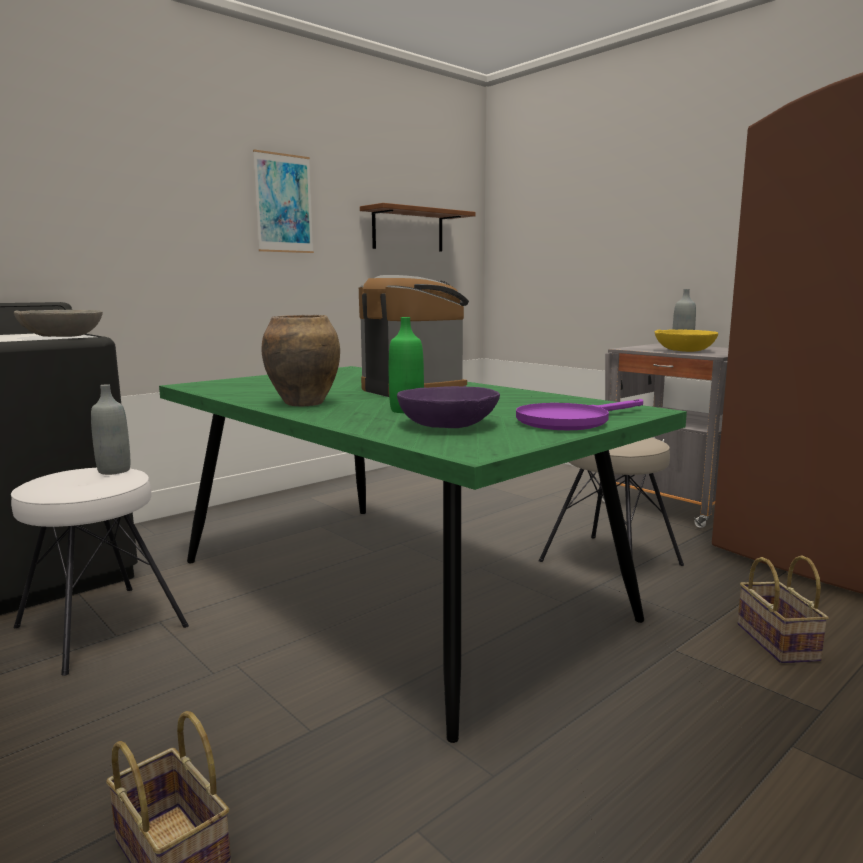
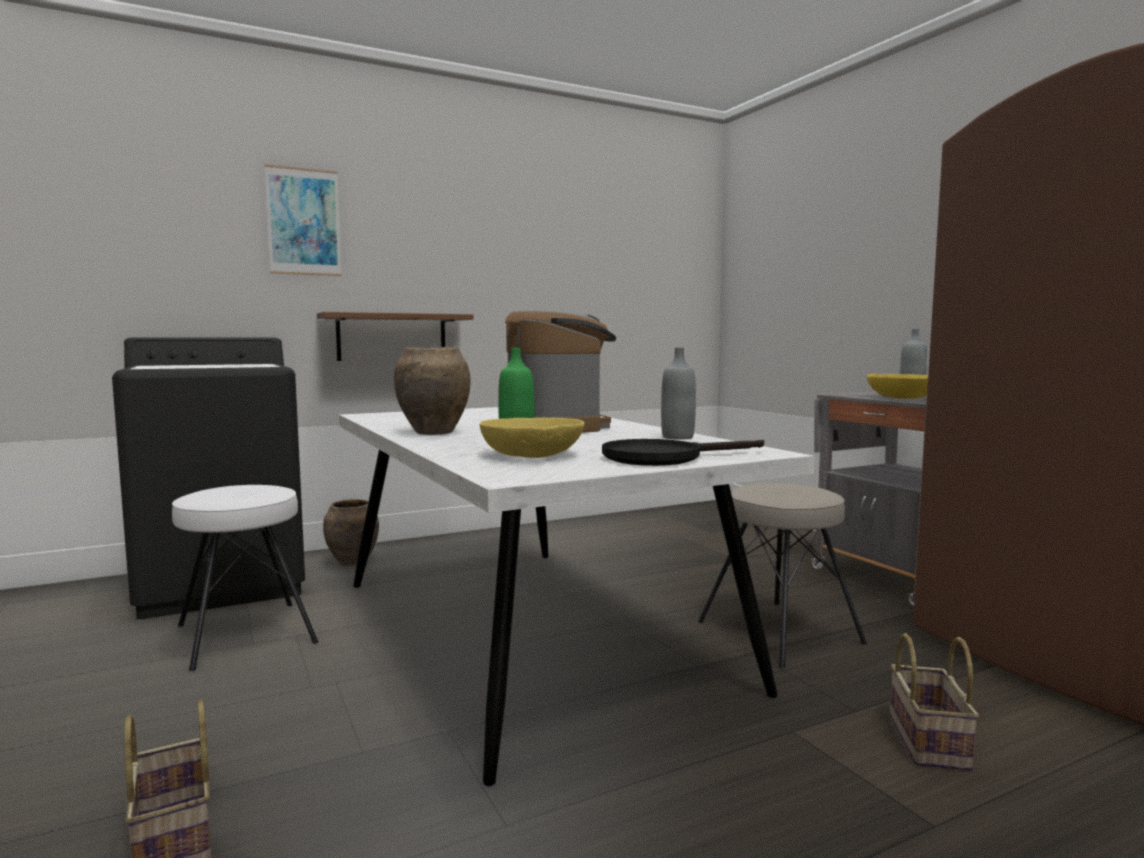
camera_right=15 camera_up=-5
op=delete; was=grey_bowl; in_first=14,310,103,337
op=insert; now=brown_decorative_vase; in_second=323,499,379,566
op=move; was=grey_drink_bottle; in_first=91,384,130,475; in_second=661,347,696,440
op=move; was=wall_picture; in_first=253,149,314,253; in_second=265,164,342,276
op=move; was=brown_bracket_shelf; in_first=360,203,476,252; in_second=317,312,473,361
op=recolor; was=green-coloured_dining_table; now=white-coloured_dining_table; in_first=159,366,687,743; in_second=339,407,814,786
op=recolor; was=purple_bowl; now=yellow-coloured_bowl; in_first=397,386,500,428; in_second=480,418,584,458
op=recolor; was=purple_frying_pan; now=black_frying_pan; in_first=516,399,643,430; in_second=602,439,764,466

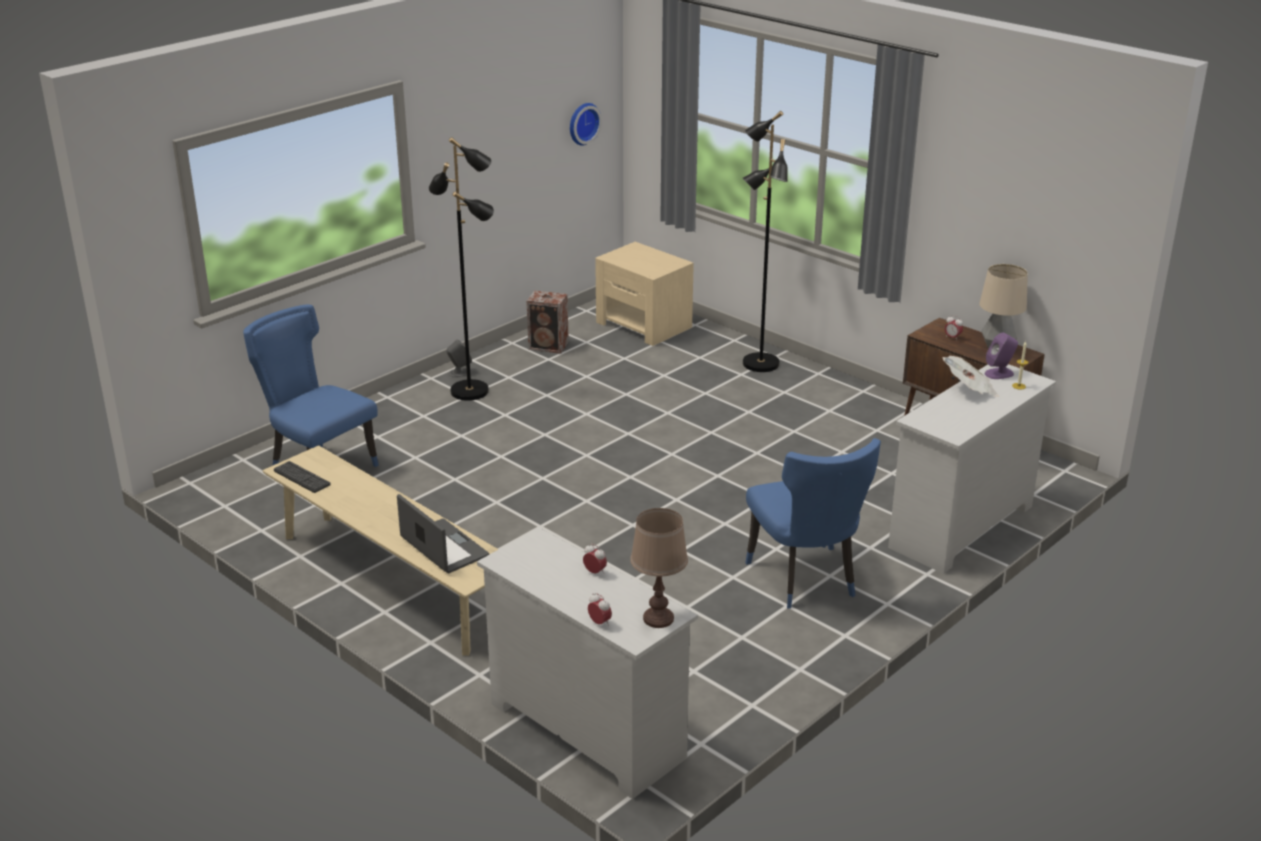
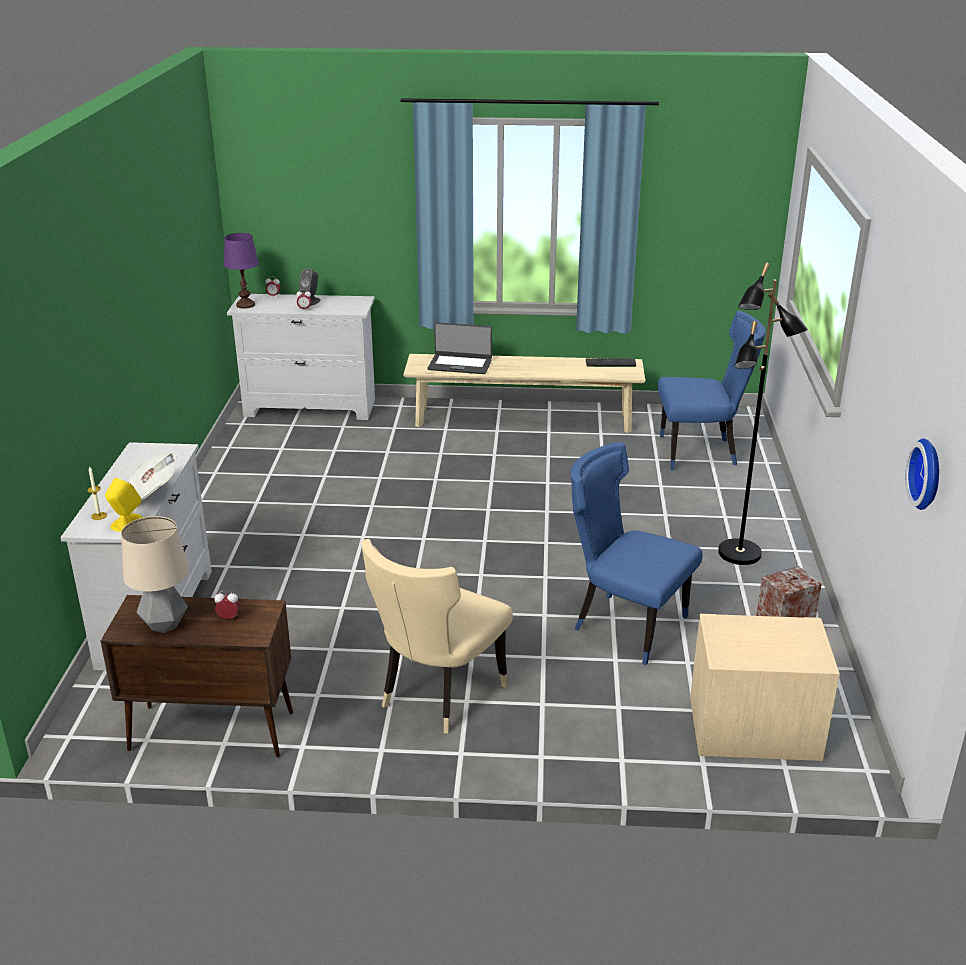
camera_right=140 camera_up=0
op=delete; was=black_floor_lamp; in_first=743,111,788,372
op=insert; now=sand-coloured_chair; in_second=361,539,513,734
op=move; was=grey_audio_speaker; in_first=446,339,473,378; in_second=299,268,321,306
op=move; was=blue_chair; in_first=745,438,881,609; in_second=571,442,703,665
op=recolor; was=brown_table_lamp; now=purple_table_lamp; in_first=630,508,688,628; in_second=224,233,259,309
op=recolor; was=purple_audio_speaker; now=yellow-coloured_audio_speaker; in_first=984,333,1018,379; in_second=105,478,143,532

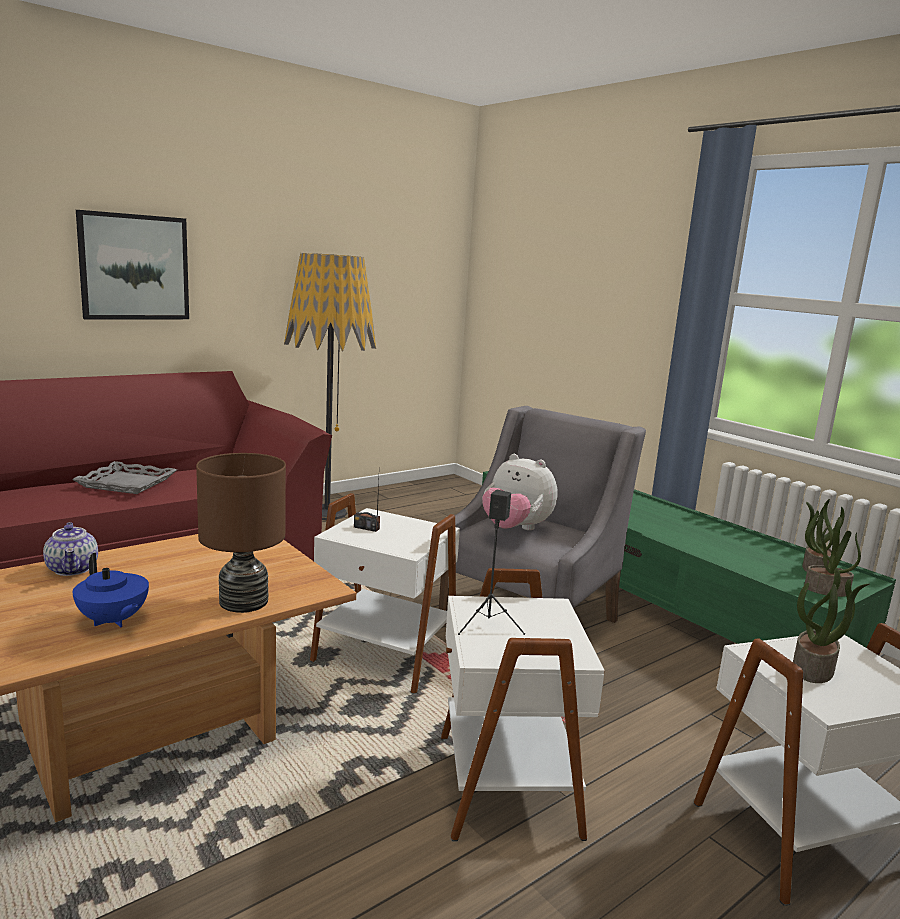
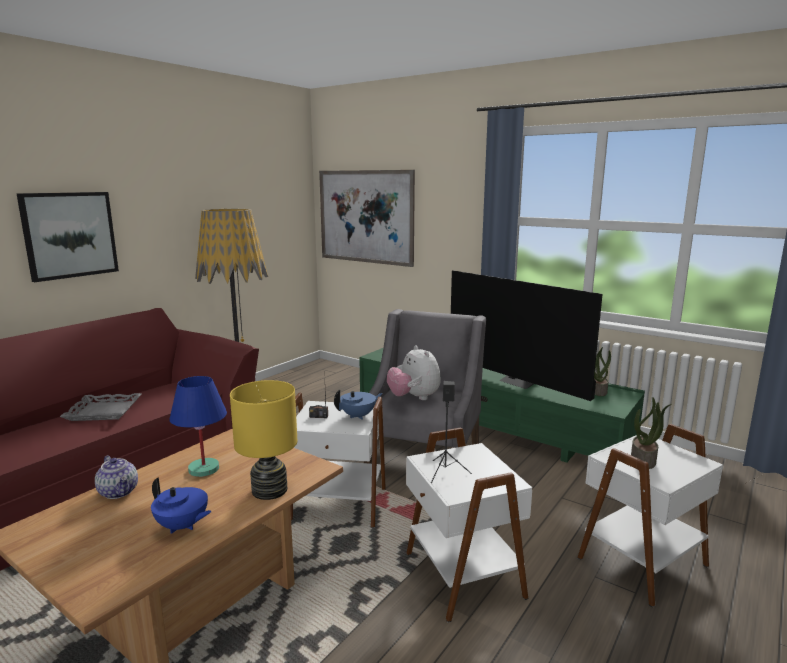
camera_right=-15 camera_up=0
op=delete; was=potted_plant; in_first=804,517,861,597
op=insert; now=blue_table_lamp; in_second=169,376,227,477
op=insert; now=wall_picture; in_second=319,170,415,267
op=insert; now=blue_tea_pot; in_second=334,390,383,420
op=insert; now=TV_set; in_second=451,270,602,401
op=recolor; was=brown_table_lamp; now=yellow-coloured_table_lamp; in_first=196,453,286,613; in_second=230,380,297,500
op=rotate; was=cuddly_toy; in_first=482,454,558,530; in_second=387,346,441,400; clockwise=45

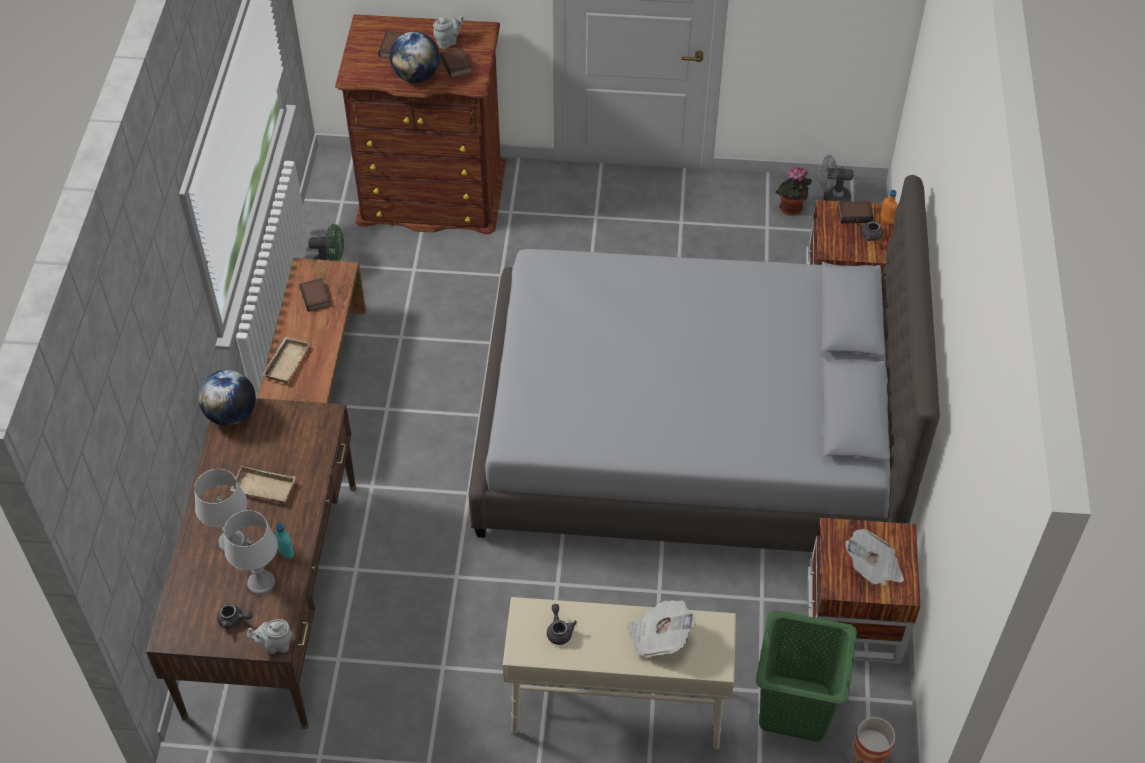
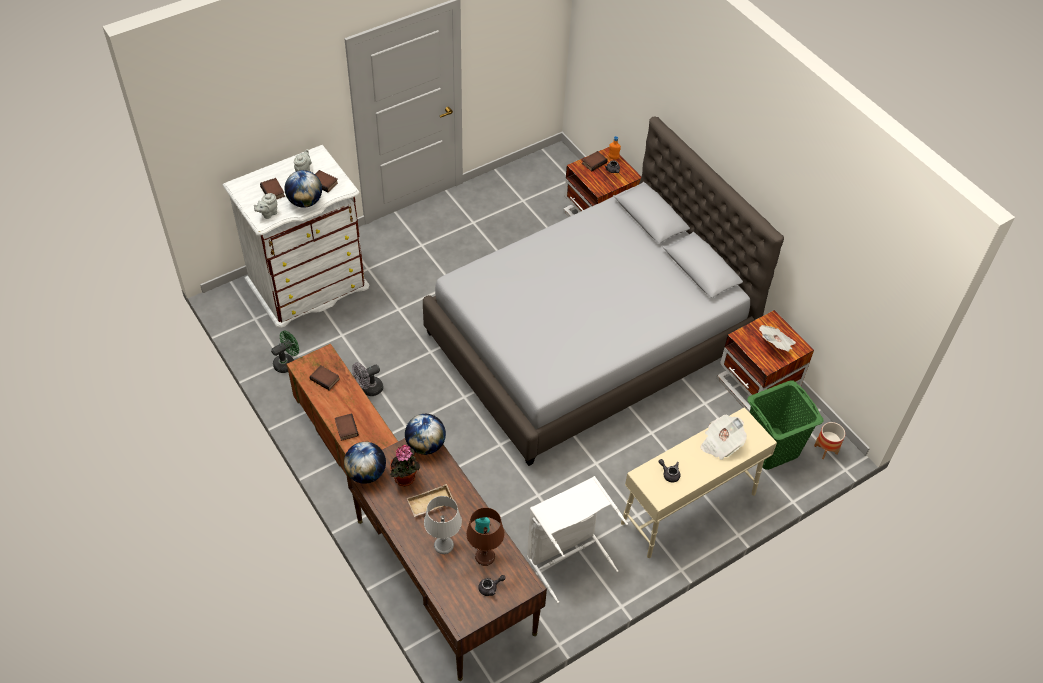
camera_right=-40 camera_up=0
op=insert; now=desk_globe; in_second=405,414,446,455
op=insert; now=white-coloured_washing_basket; in_second=527,476,628,603
op=move; was=grey_tea_pot; in_first=247,619,293,654; in_second=254,193,277,219
op=move; was=potted_plant; in_first=775,166,812,216; in_second=390,445,420,486
op=move; was=grey_fan; in_first=819,155,854,202; in_second=352,362,383,396
op=replace; was=sand-coloured_tray; now=bound_book; in_first=262,337,310,383; in_second=335,413,359,441
op=recolor; was=grey_table_lamp; now=brown_table_lamp; in_first=224,510,278,595; in_second=466,508,505,566
op=recolor; was=brown_drawer_chest; now=white-coloured_drawer_chest; in_first=335,14,506,234; in_second=222,145,370,328

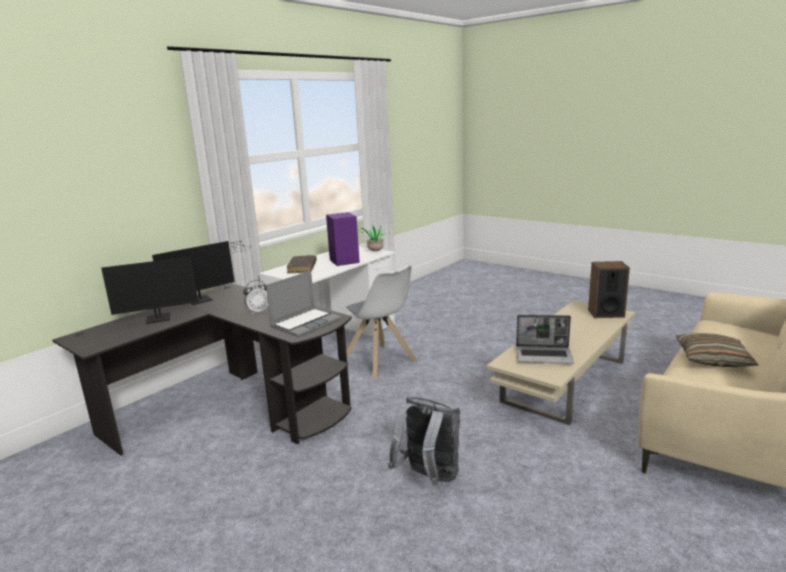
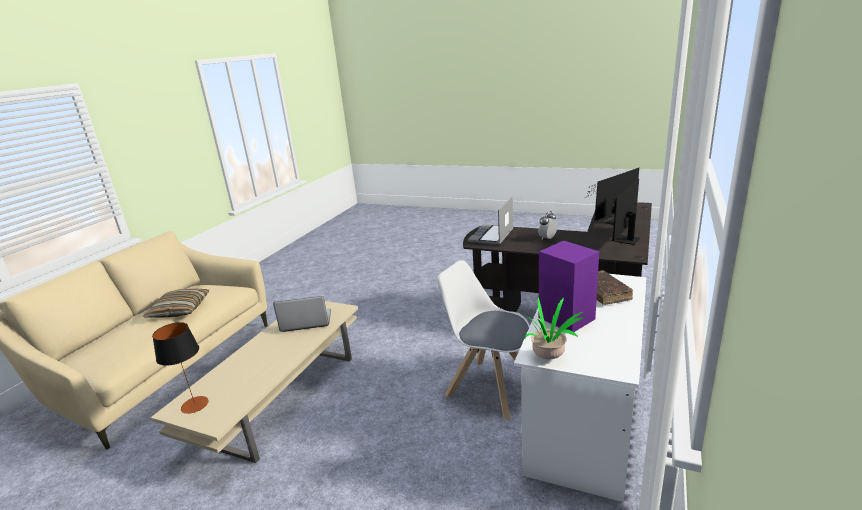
camera_right=165 camera_up=5
op=delete; was=grey_backpack; in_first=388,396,460,486
op=replace; was=audio_speaker; now=table_lamp; in_first=588,261,630,318; in_second=152,322,209,414

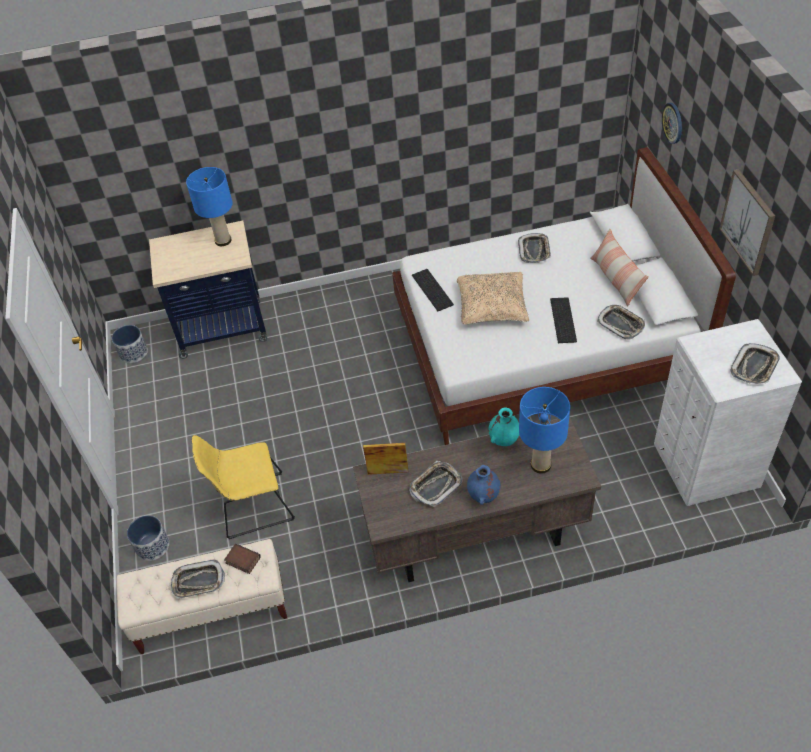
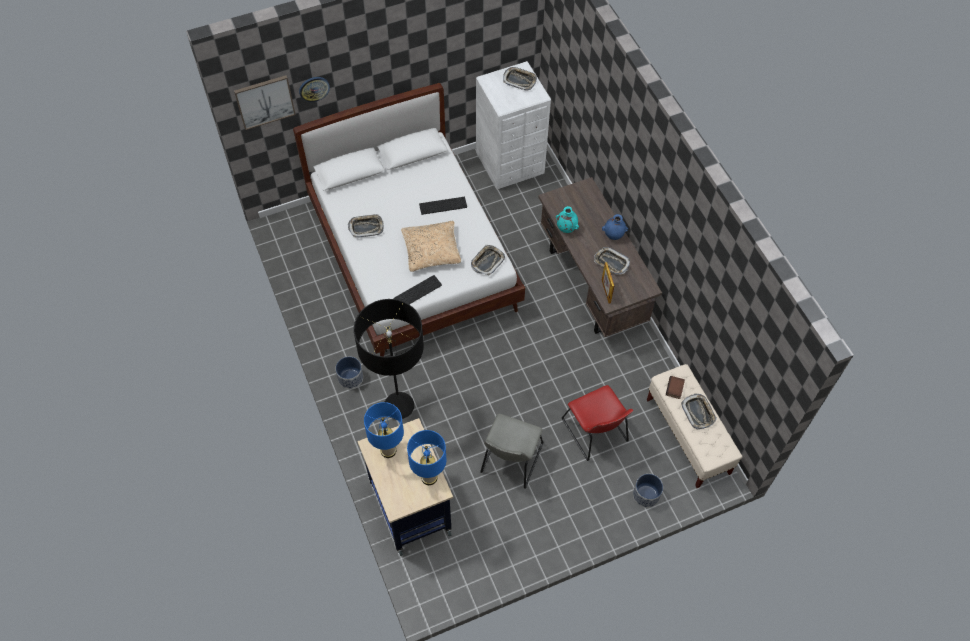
camera_right=-105 camera_up=10
op=delete; was=throw_pillow; in_first=590,229,649,307
op=insert; now=black_floor_lamp; in_second=354,299,424,419
op=insert; now=grey_chair; in_second=480,414,543,489
op=move; was=planter; in_first=112,325,148,363; in_second=336,356,363,389
op=move; was=blue_table_lamp; in_first=519,387,570,474; in_second=407,430,446,485
op=move; was=tray; in_first=597,305,645,339; in_second=471,245,505,276
op=move; was=wall_picture; in_first=719,169,775,276; in_second=234,75,296,130
op=recolor; was=yellow-coloured_chair; now=reddish_chair; in_first=192,435,295,539; in_second=562,385,633,461

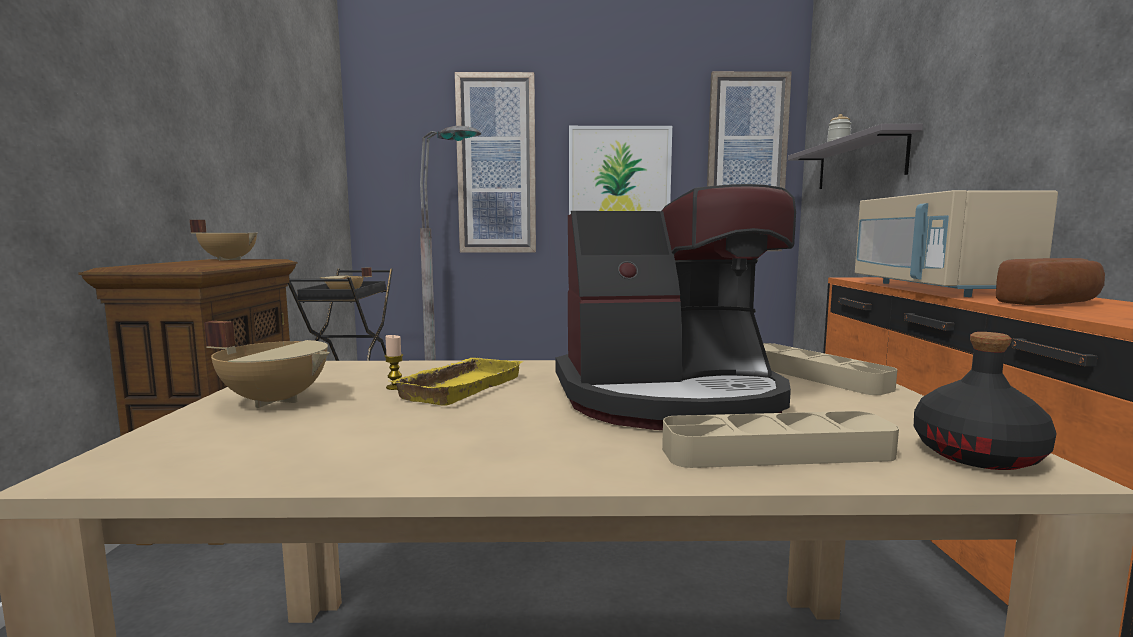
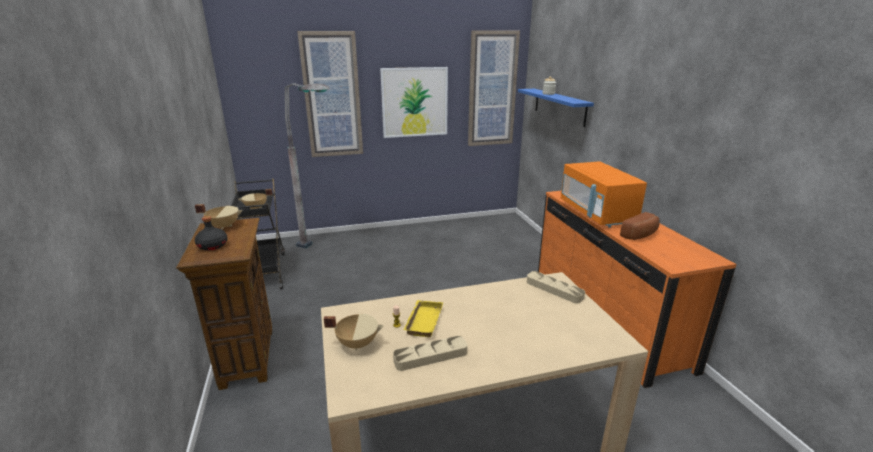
camera_right=-15 camera_up=15
op=delete; was=coffee_maker; in_first=556,184,796,430
op=move; was=sand-coloured_tray; in_first=662,411,899,468; in_second=393,336,467,371
op=move; was=black_drink_bottle; in_first=914,332,1057,470; in_second=195,216,227,250
op=recolor; was=grey_bracket_shelf; now=blue_bracket_shelf; in_first=788,124,923,189; in_second=518,89,594,127
op=recolor; was=sand-coloured_microwave_oven; now=orange-coloured_microwave_oven; in_first=855,190,1058,297; in_second=561,161,647,228

